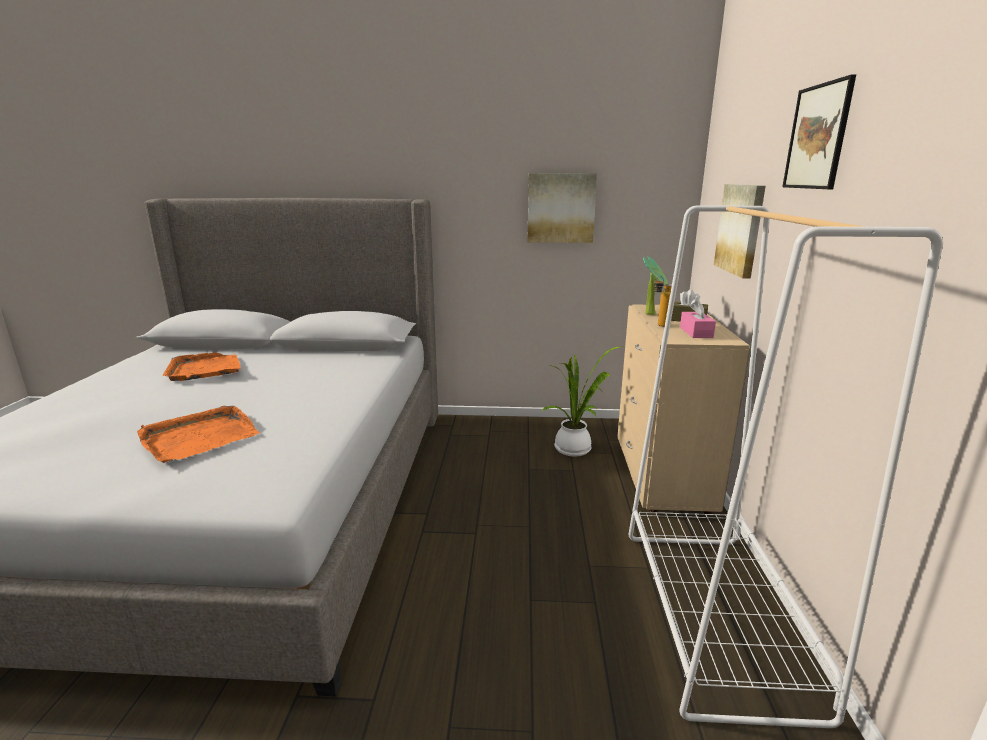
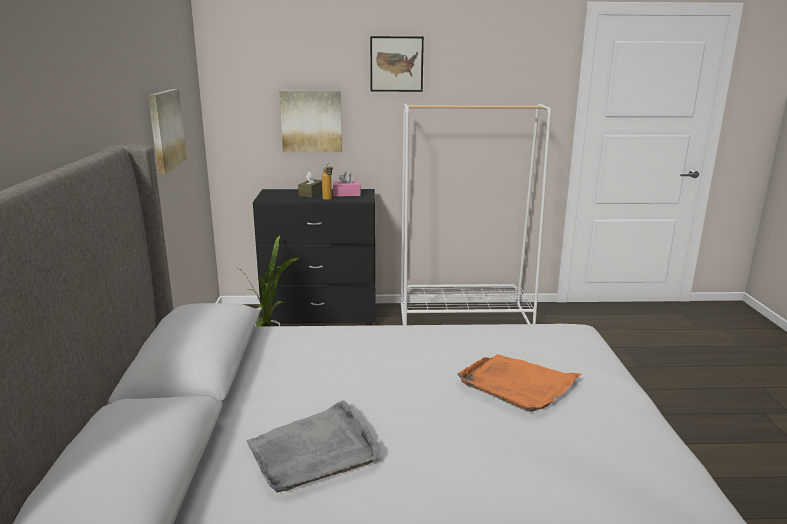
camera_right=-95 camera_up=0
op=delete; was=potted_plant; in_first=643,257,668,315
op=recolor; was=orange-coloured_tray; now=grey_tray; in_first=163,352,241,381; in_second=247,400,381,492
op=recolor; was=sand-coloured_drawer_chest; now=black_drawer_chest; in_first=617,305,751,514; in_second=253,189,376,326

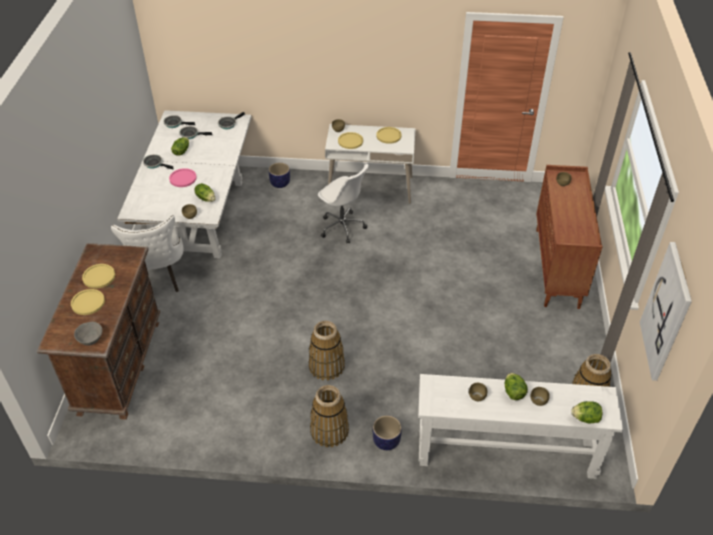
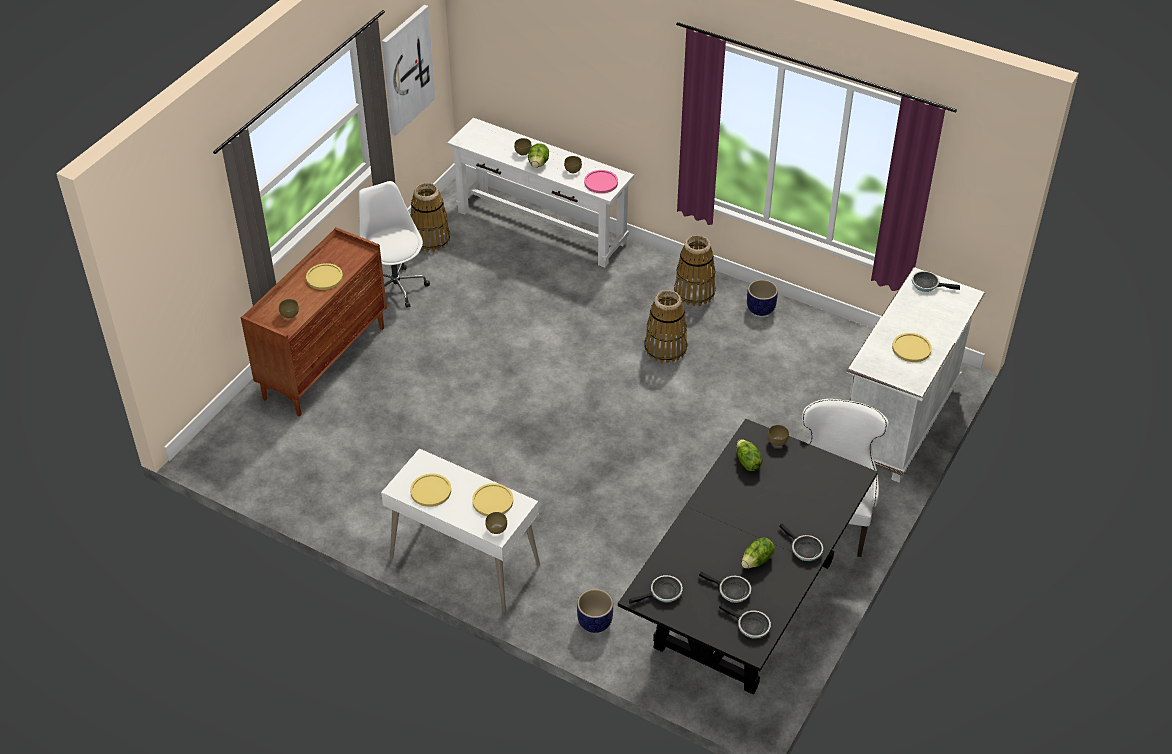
camera_right=-155 camera_up=0
op=delete; was=head_of_lettuce; in_first=571,401,602,423
op=move; was=yellow-coloured_plate; in_first=71,289,105,315; in_second=306,263,343,290
op=move; was=pinkish_plate; in_first=169,168,197,187; in_second=584,170,618,193
op=move; was=white-coloured_computer_chair; in_first=318,164,369,244; in_second=358,181,430,308
op=move; was=planter; in_first=373,415,402,450; in_second=747,280,778,316
op=replace; was=grey_bowl; now=frying_pan; in_first=74,322,102,346; in_second=912,271,960,292
op=recolor; was=brown_drawer_chest; now=white-coloured_drawer_chest; in_first=37,243,160,420; in_second=846,267,986,483
op=recolor; was=white-coloured_dining_table; now=black_dining_table; in_first=117,110,252,258; in_second=618,419,878,695

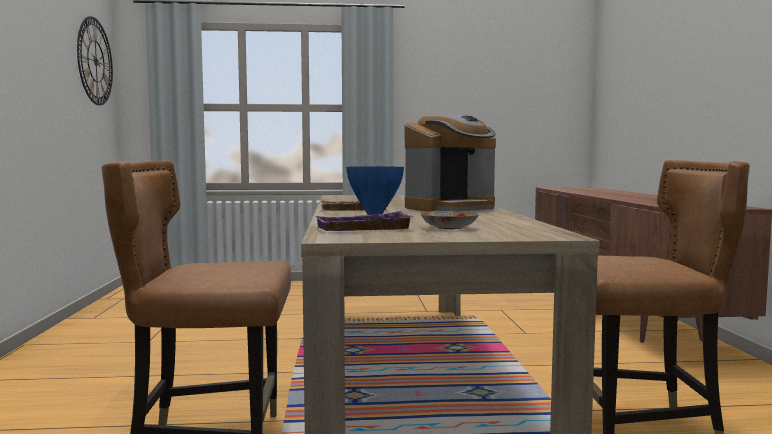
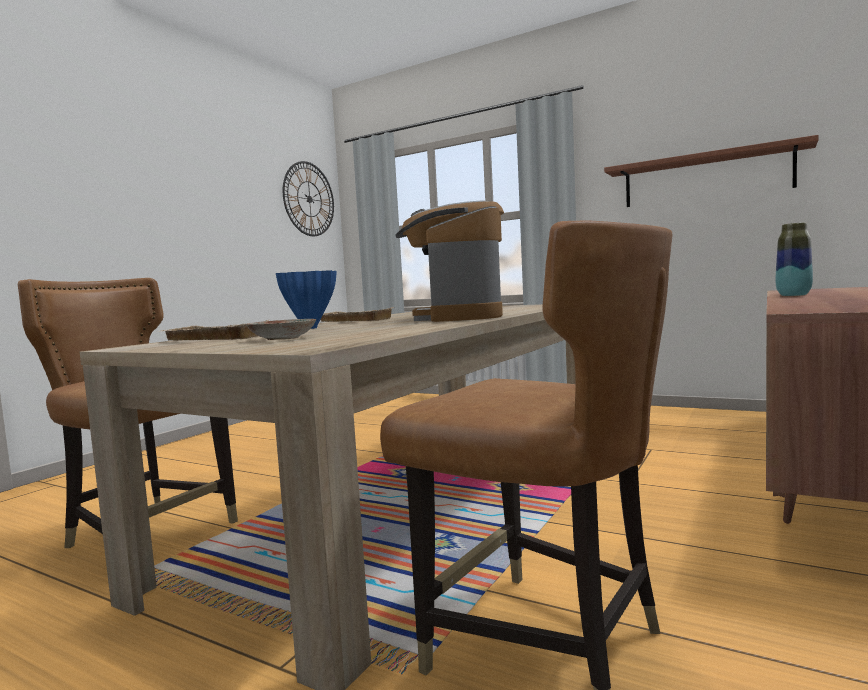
camera_right=35 camera_up=0
op=insert; now=bracket_shelf; in_second=604,135,819,207
op=insert; now=decorative_vase; in_second=775,223,813,296
op=recolor; was=purple_tray; now=sand-coloured_tray; in_first=315,211,413,231; in_second=157,320,269,341
op=rotate; was=coffee_maker; in_first=405,114,496,212; in_second=395,200,504,322; clockwise=90

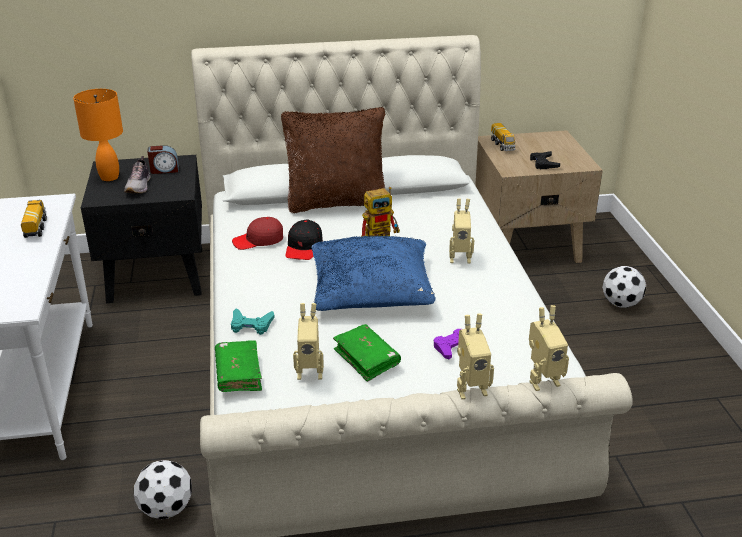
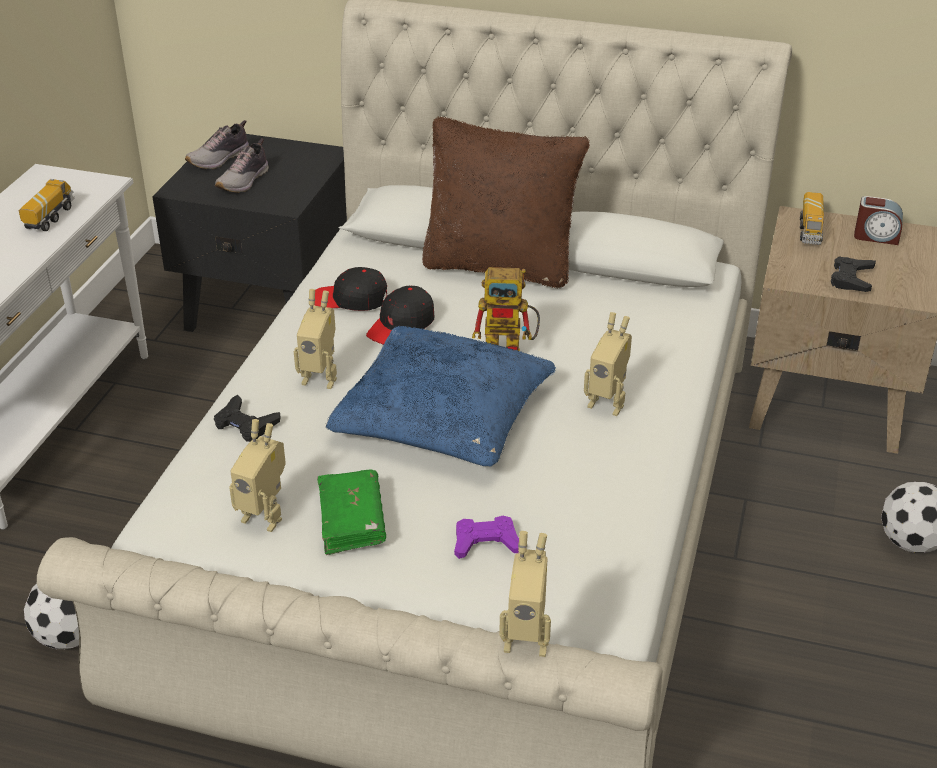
camera_right=25 camera_up=5
op=delete; was=green-coloured_bound_book; in_first=215,340,262,392
op=move; was=bedside_clock; in_first=147,145,179,174; in_second=854,196,903,245
op=move; was=toy_robot; in_first=457,313,494,400; in_second=294,289,337,389
op=replace; was=orange-coloured_table_lamp; now=item_of_footwear; in_first=73,89,123,181; in_second=185,120,249,169
op=recolor; was=turquoise_game_controller; now=black_game_controller; in_first=231,309,275,335; in_second=214,395,281,442
op=recolor; was=reddish_cap; now=black_cap; in_first=232,217,283,250; in_second=315,267,387,311

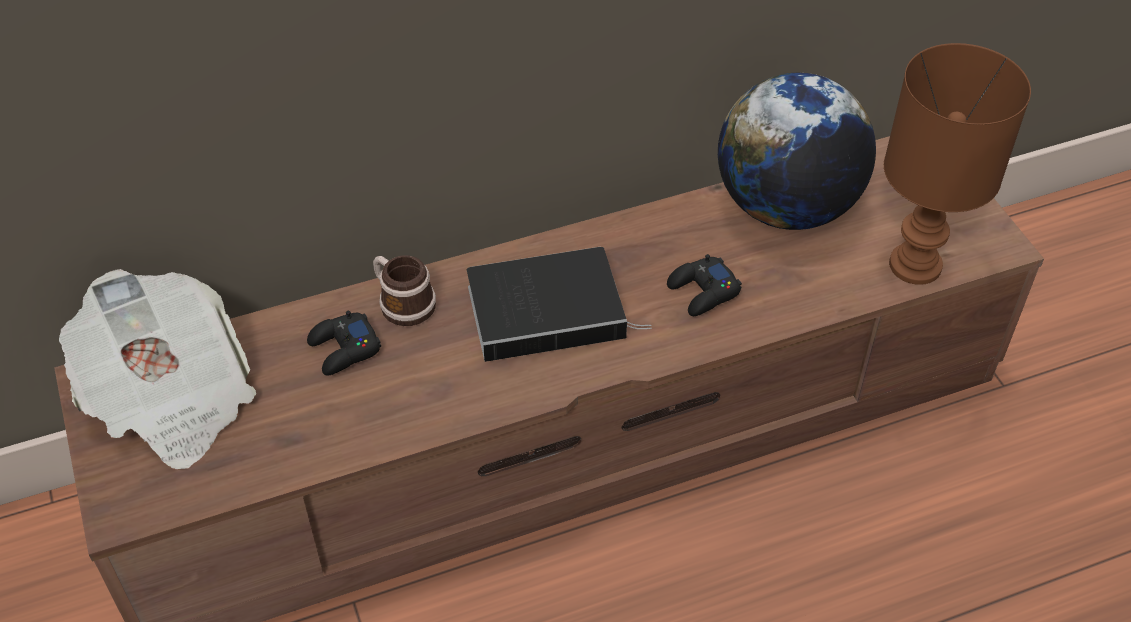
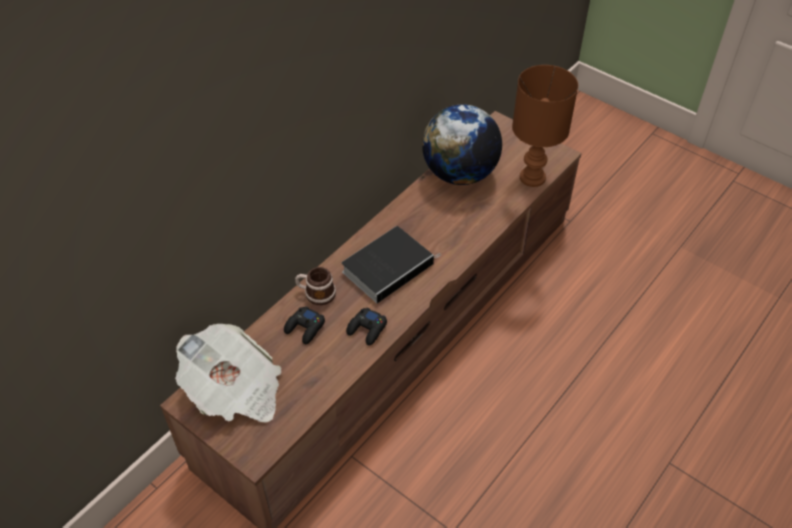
camera_right=-30 camera_up=0
op=move; was=black_game_controller; in_first=667,254,742,316; in_second=346,307,387,346

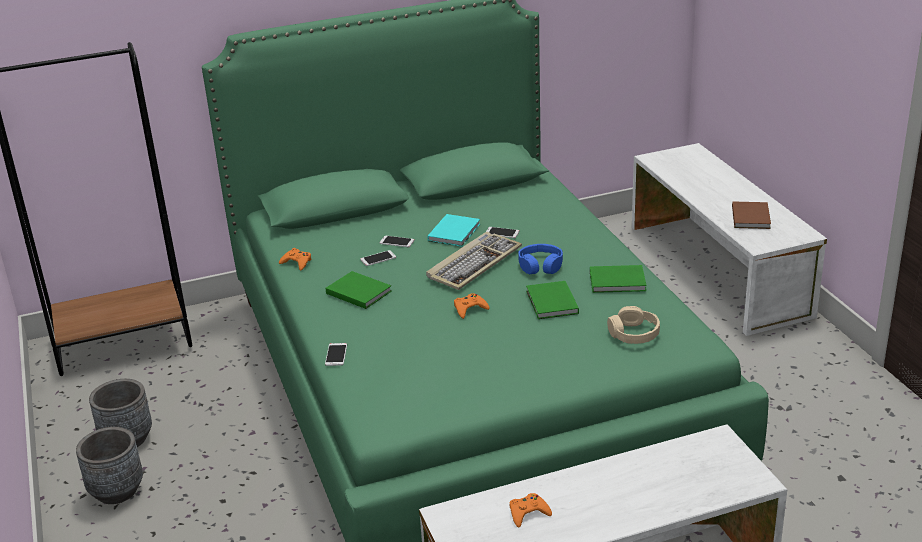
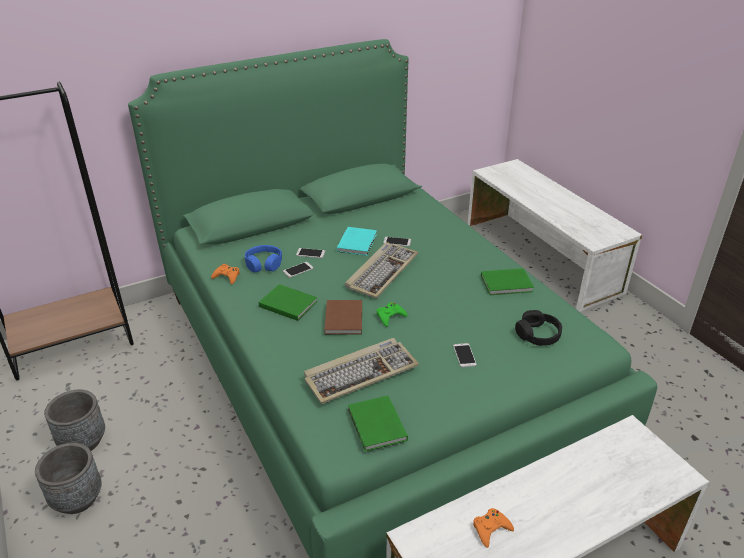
camera_right=-10 camera_up=5
op=insert; now=computer_keyboard; in_second=304,338,419,404
op=move; was=phone; in_first=325,343,347,366; in_second=453,343,477,367
op=move; was=blue_headset; in_first=518,244,563,274; in_second=245,245,282,273
op=move; was=green-coloured_bound_book; in_first=526,281,579,319; in_second=348,395,408,452
op=move; was=brown_bound_book; in_first=732,201,771,229; in_second=324,300,362,335
op=recolor; was=orange-coloured_game_controller; now=green-coloured_game_controller; in_first=454,293,489,319; in_second=376,302,408,327
op=recolor; was=sand-coloured_headset; now=black_headset; in_first=607,306,660,344; in_second=515,310,562,346

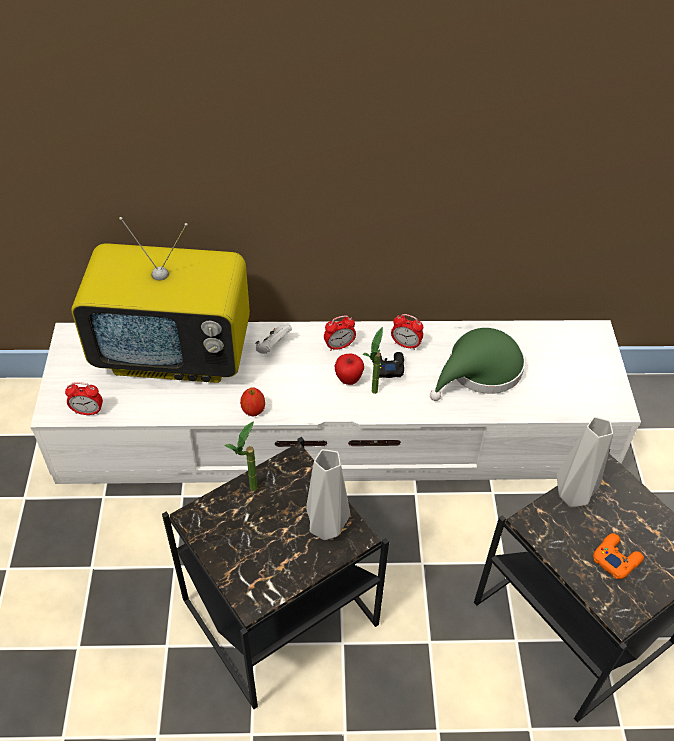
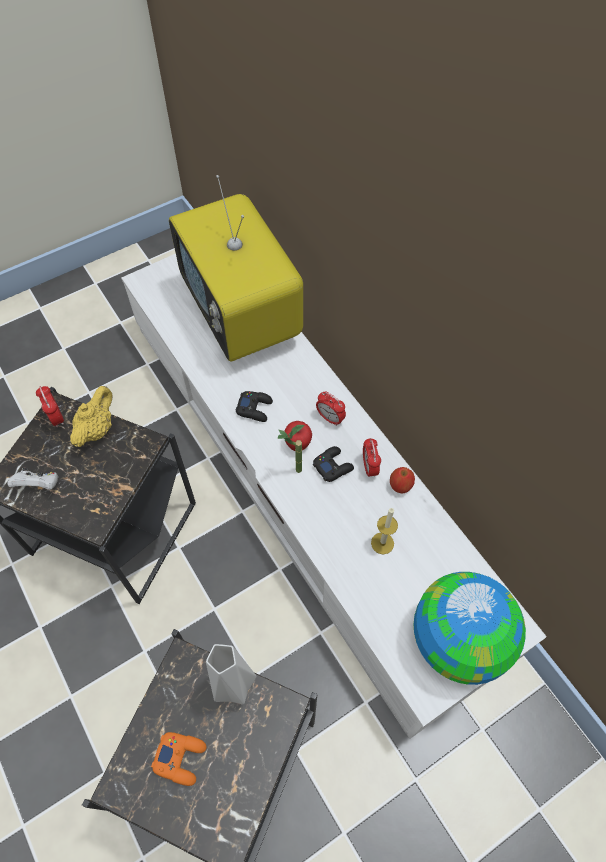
camera_right=60 camera_up=10
op=delete; was=grey_decorative_vase; in_first=306,449,350,540
op=insert; now=black_game_controller; in_second=236,391,273,422
op=insert; now=desk_globe; in_second=413,572,526,685
op=move; was=bedside_clock; in_first=65,382,103,415; in_second=36,386,64,427
op=move; was=apple; in_first=240,388,265,416; in_second=390,467,415,493
op=move; was=white-coloured_game_controller; in_first=255,325,292,354; in_second=7,468,58,490
op=replace; was=potted_plant; now=yellow-coloured_tea_pot; in_first=225,421,257,491; in_second=70,386,113,447
op=replace; was=green-coloured_clothing_hat; now=candle; in_first=430,328,525,401; in_second=371,508,398,554

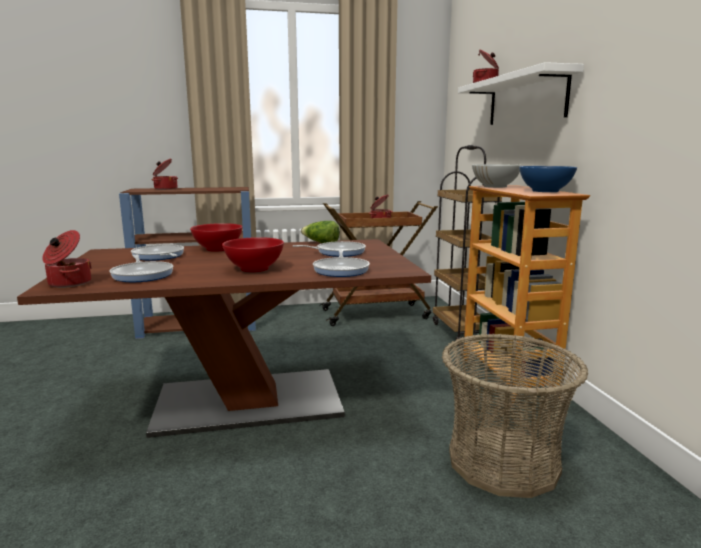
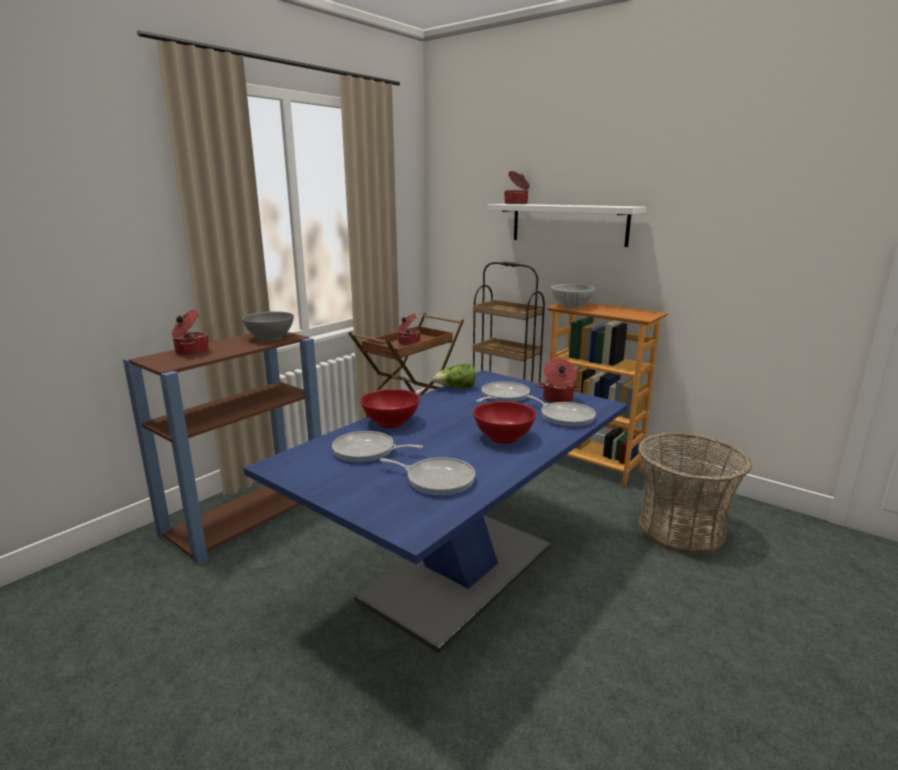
camera_right=-40 camera_up=5
op=delete; was=blue_bowl; in_first=519,166,577,192
op=insert; now=grey_bowl; in_second=242,311,294,341
op=move; was=stockpot; in_first=42,230,92,288; in_second=537,358,581,403
op=recolor; was=brown_dining_table; now=blue_dining_table; in_first=17,239,431,438; in_second=243,370,628,653

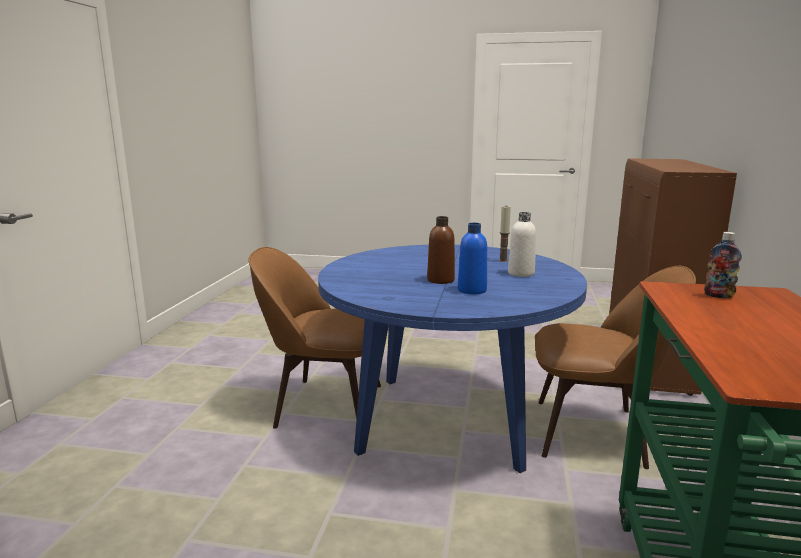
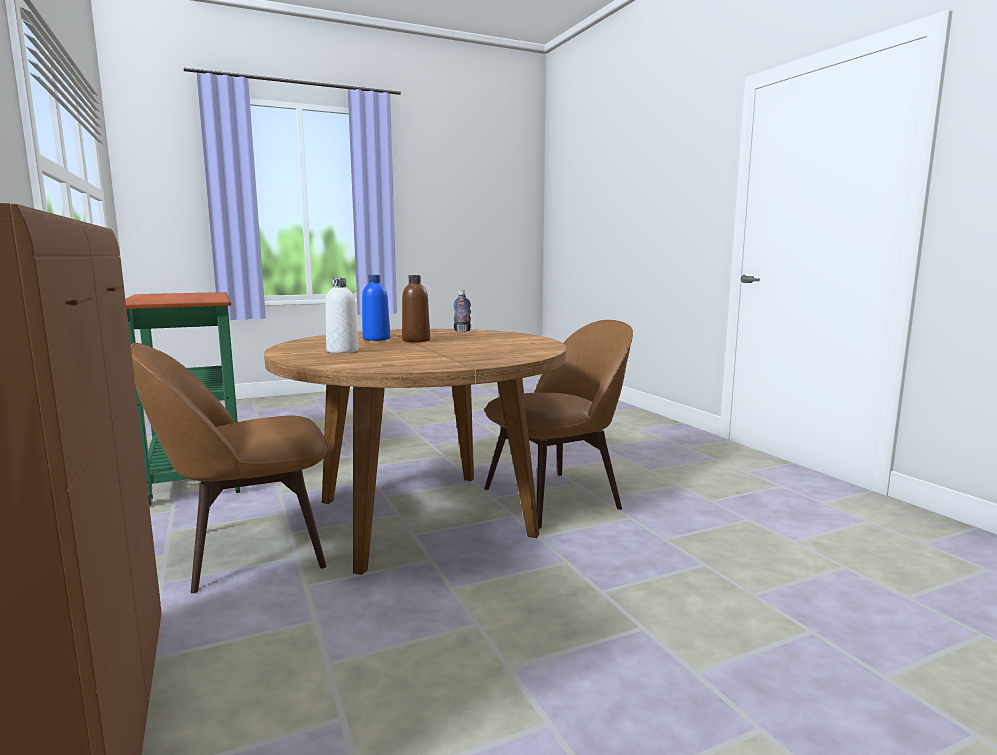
camera_right=145 camera_up=-5
op=delete; was=candle; in_first=499,206,511,262
op=move; was=drink_bottle; in_first=704,232,742,299; in_second=453,290,471,331
op=recolor; was=blue_dining_table; now=brown_dining_table; in_first=318,245,587,473; in_second=264,329,566,575

